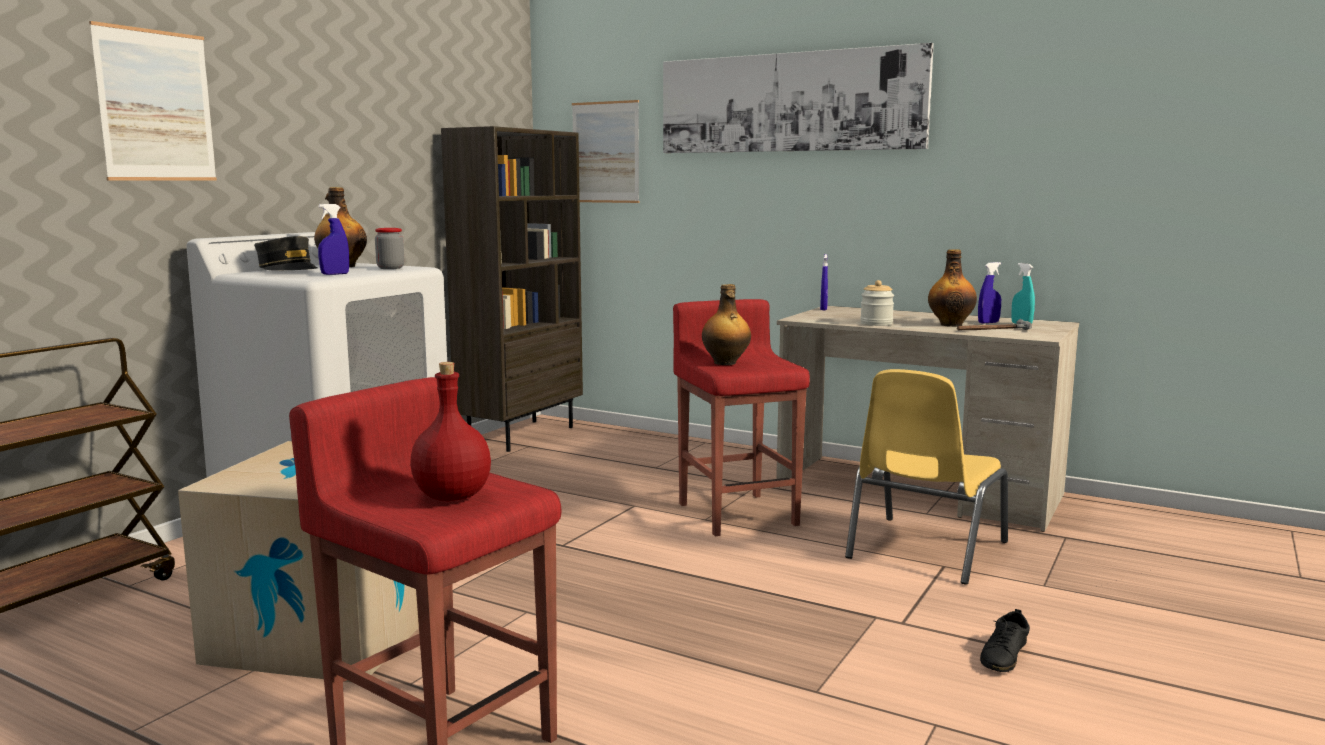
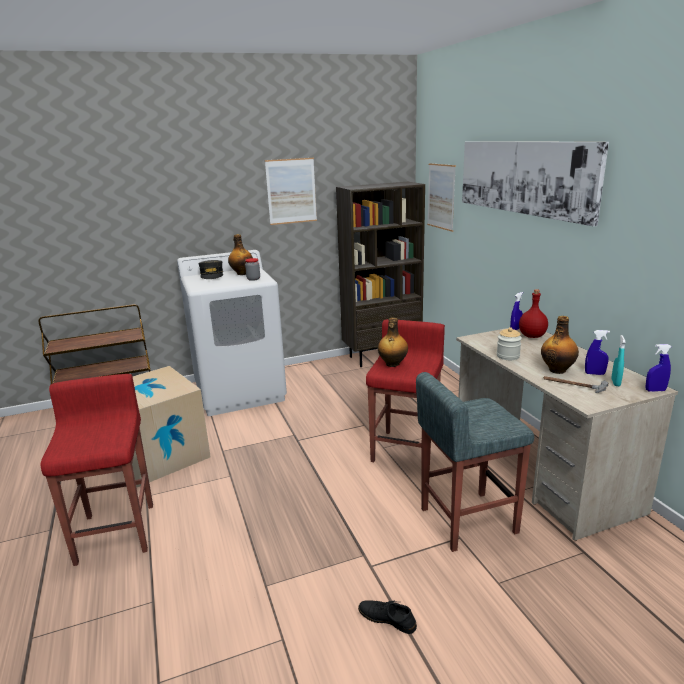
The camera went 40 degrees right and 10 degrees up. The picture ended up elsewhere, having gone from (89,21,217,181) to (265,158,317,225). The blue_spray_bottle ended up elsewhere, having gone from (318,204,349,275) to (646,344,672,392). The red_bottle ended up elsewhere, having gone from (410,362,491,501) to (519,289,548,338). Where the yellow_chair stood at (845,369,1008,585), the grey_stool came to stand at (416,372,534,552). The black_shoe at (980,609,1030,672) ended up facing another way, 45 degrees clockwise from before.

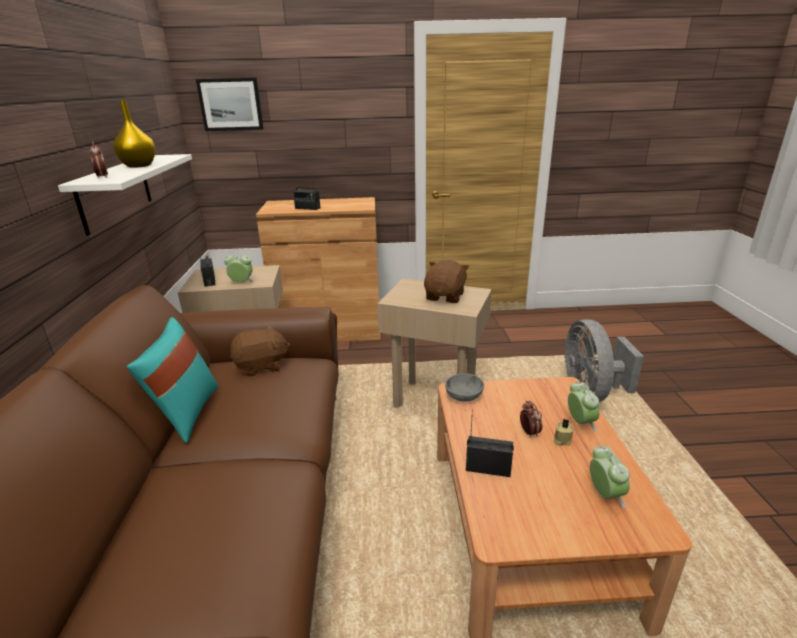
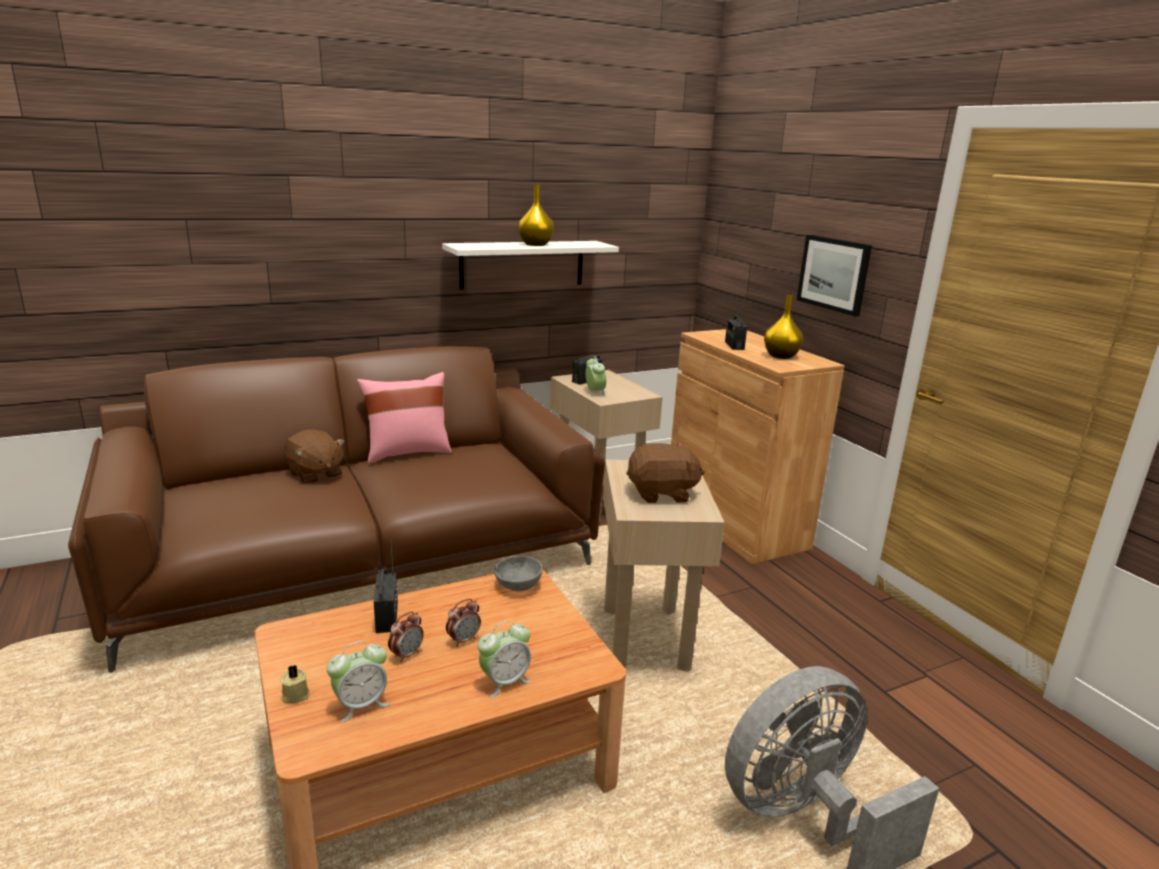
The camera went 65 degrees right and 5 degrees down. The alarm_clock ended up elsewhere, having gone from (89,141,108,178) to (388,611,424,662). What was the turquoise_pillow at (127,317,218,443) turned into the pink_pillow at (357,372,452,464). The picture ended up elsewhere, having gone from (196,78,263,131) to (797,235,872,317). The brown_plush_toy ended up elsewhere, having gone from (230,325,291,377) to (285,429,345,484). The beige_candle ended up elsewhere, having gone from (554,419,574,446) to (280,665,309,704). The second view gained the yellow_vase at (764,295,803,359).

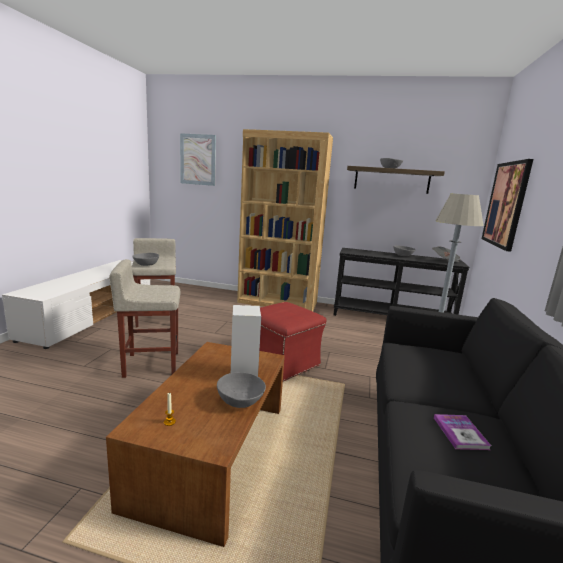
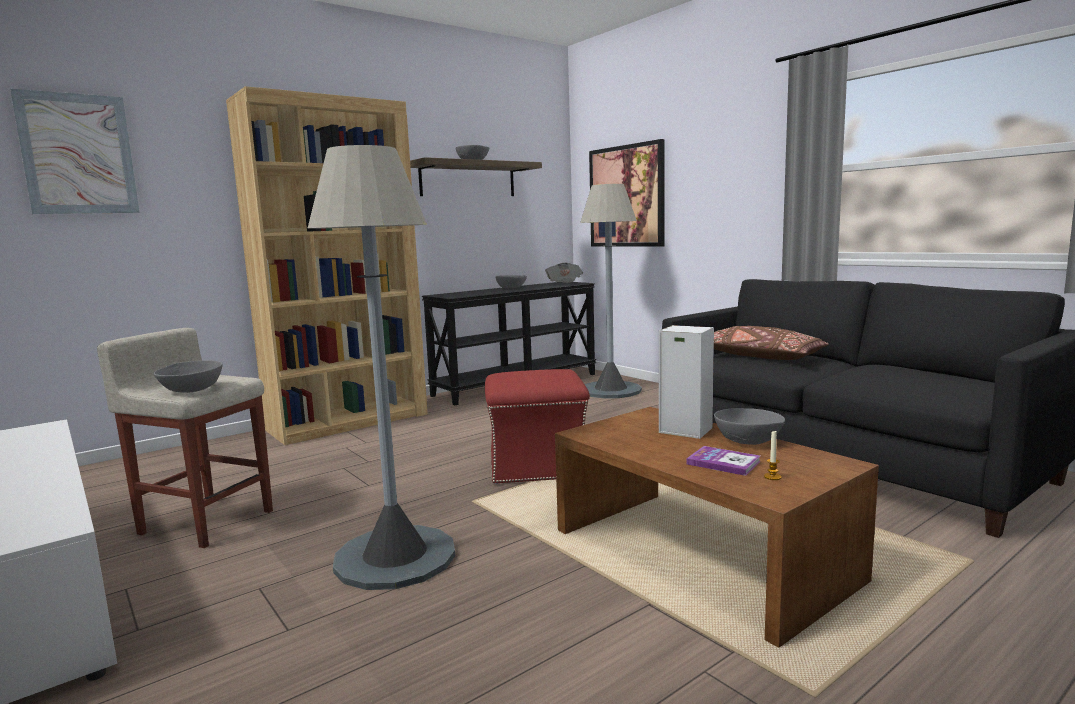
The camera went 50 degrees left and 5 degrees down. Where the beige_stool stood at (109,259,181,378), the grey_floor_lamp came to stand at (308,145,455,590). The book ended up elsewhere, having gone from (434,414,491,450) to (686,446,760,476). The second view gained the brown_pillow at (714,326,829,360).

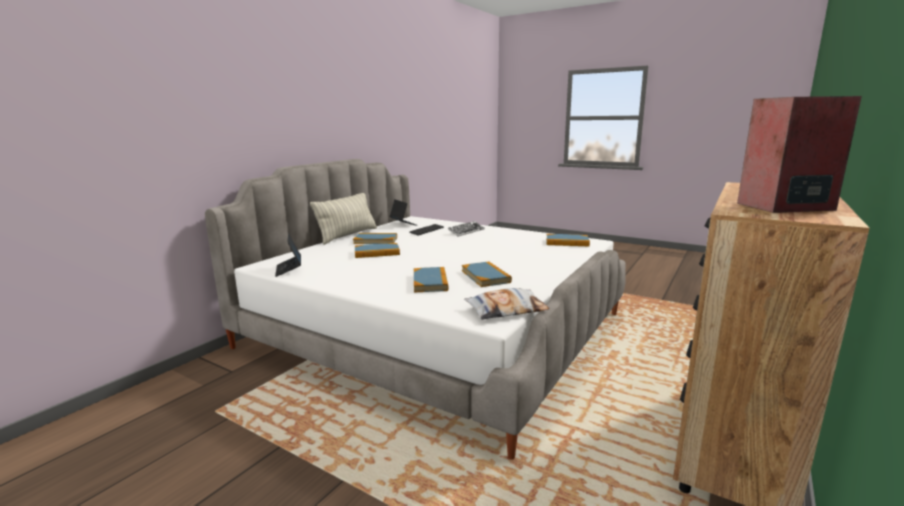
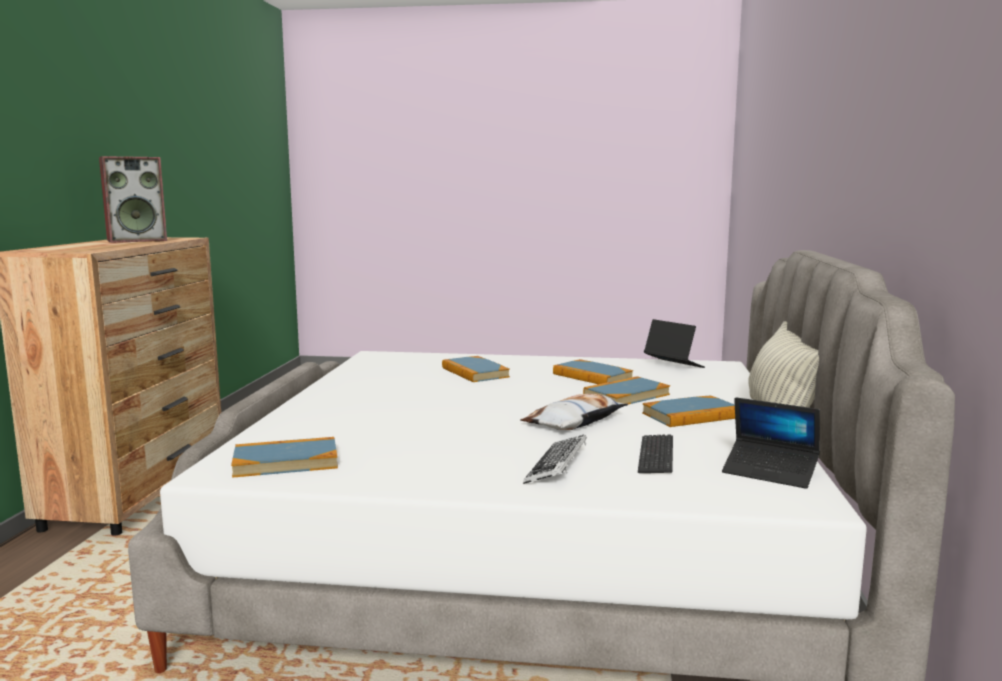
The camera went 155 degrees right and 5 degrees down. The book ended up elsewhere, having gone from (462,261,512,287) to (553,359,633,384). The pillow ended up elsewhere, having gone from (464,288,550,320) to (520,394,628,430).

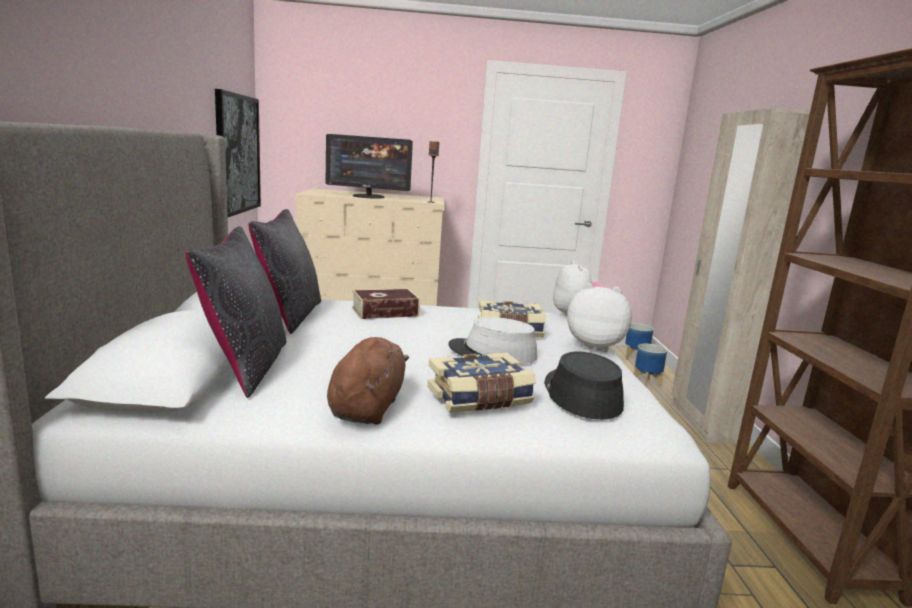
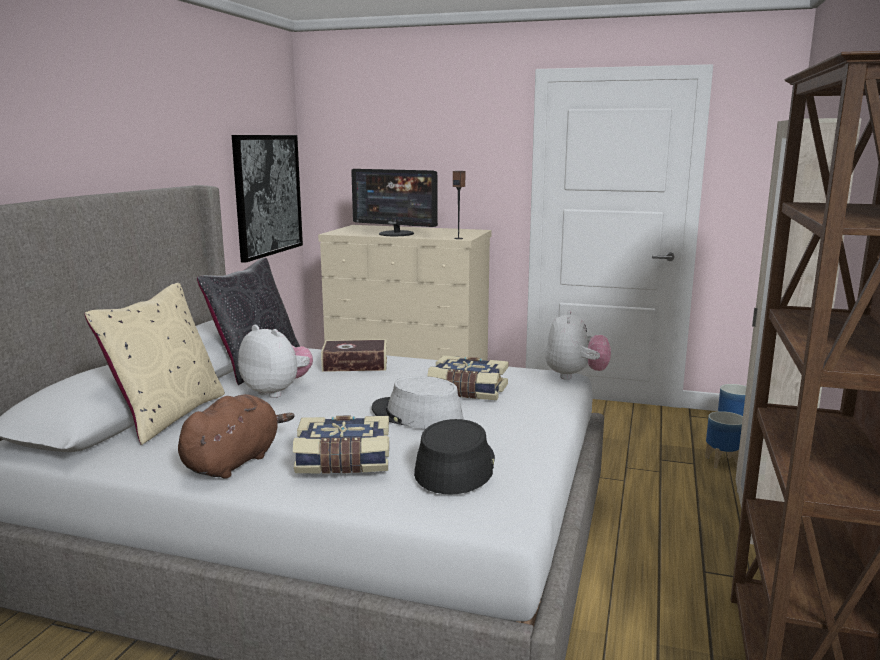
The camera went 20 degrees right and 0 degrees up. What was the black_pillow at (185,227,286,398) turned into the beige_pillow at (84,283,225,445). The plush_toy ended up elsewhere, having gone from (567,283,632,352) to (238,325,313,398).

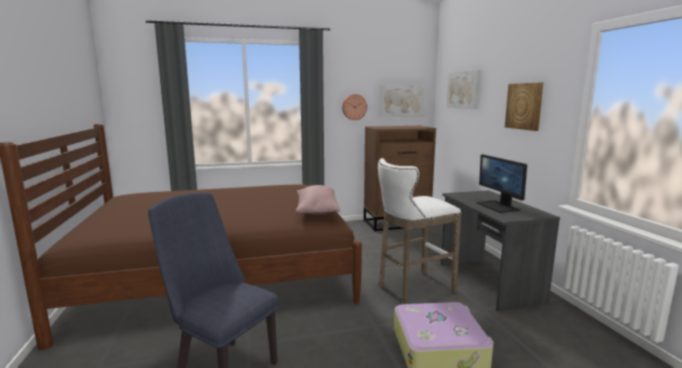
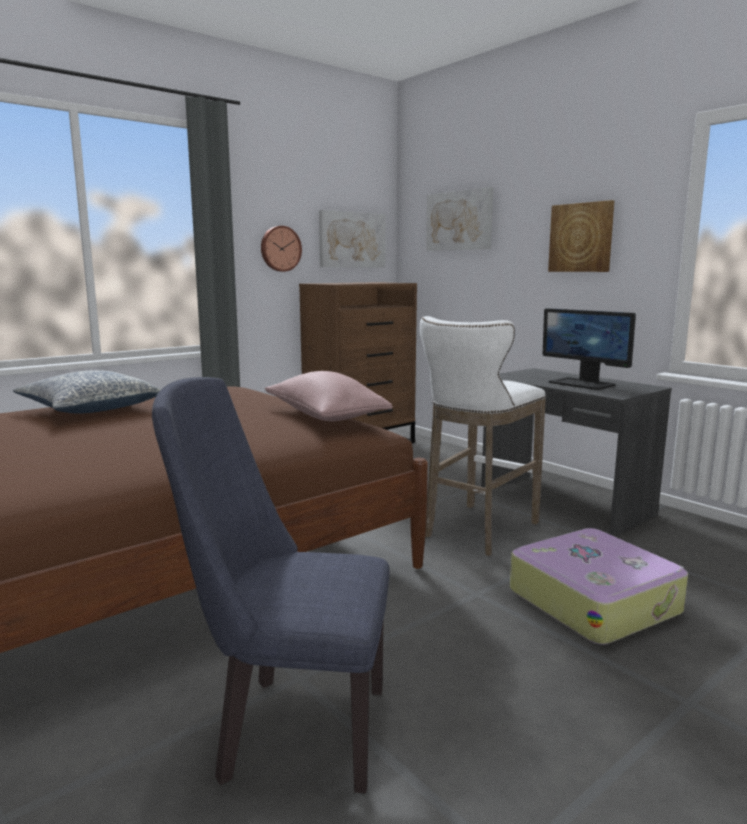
The camera went 25 degrees left and 0 degrees up. The second view gained the pillow at (13,370,160,413).

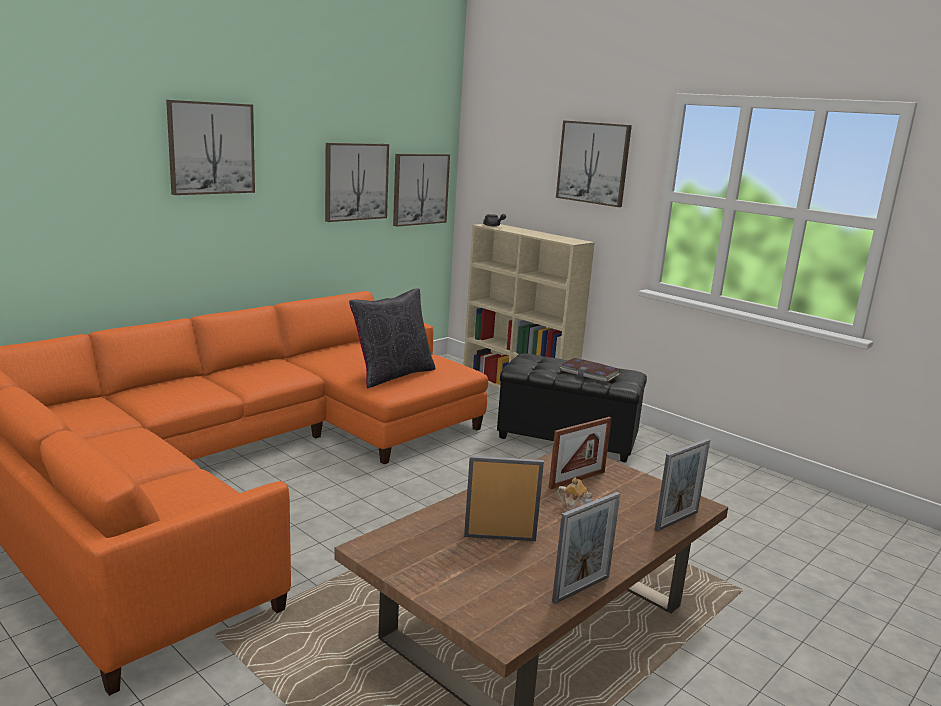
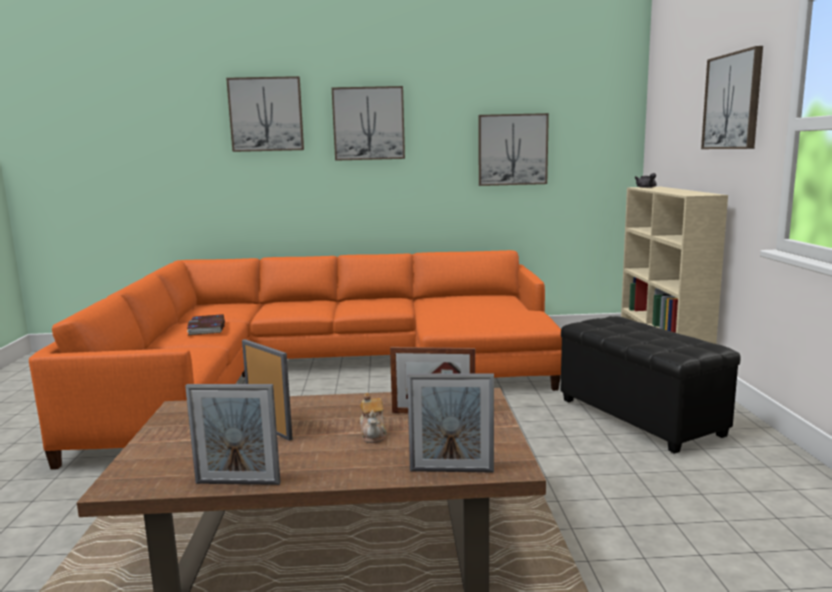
The camera went 45 degrees right and 5 degrees down. The second view lost the black_pillow at (349,288,436,388). The picture ended up elsewhere, having gone from (393,154,450,227) to (226,76,304,152). The book ended up elsewhere, having gone from (560,358,620,383) to (187,314,225,335).

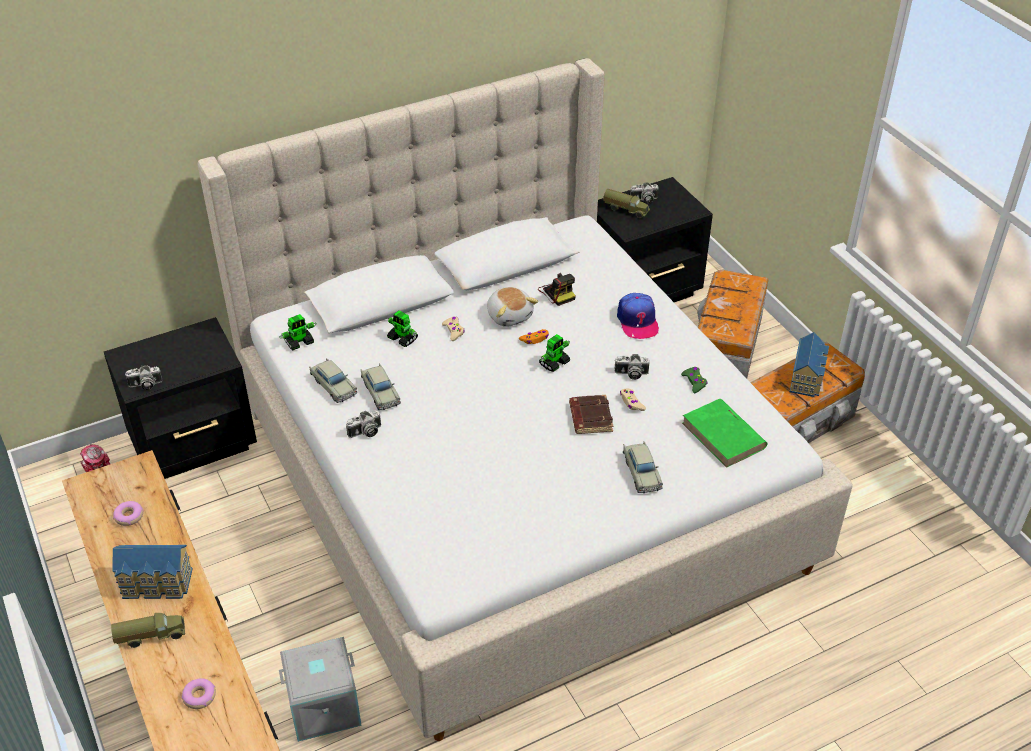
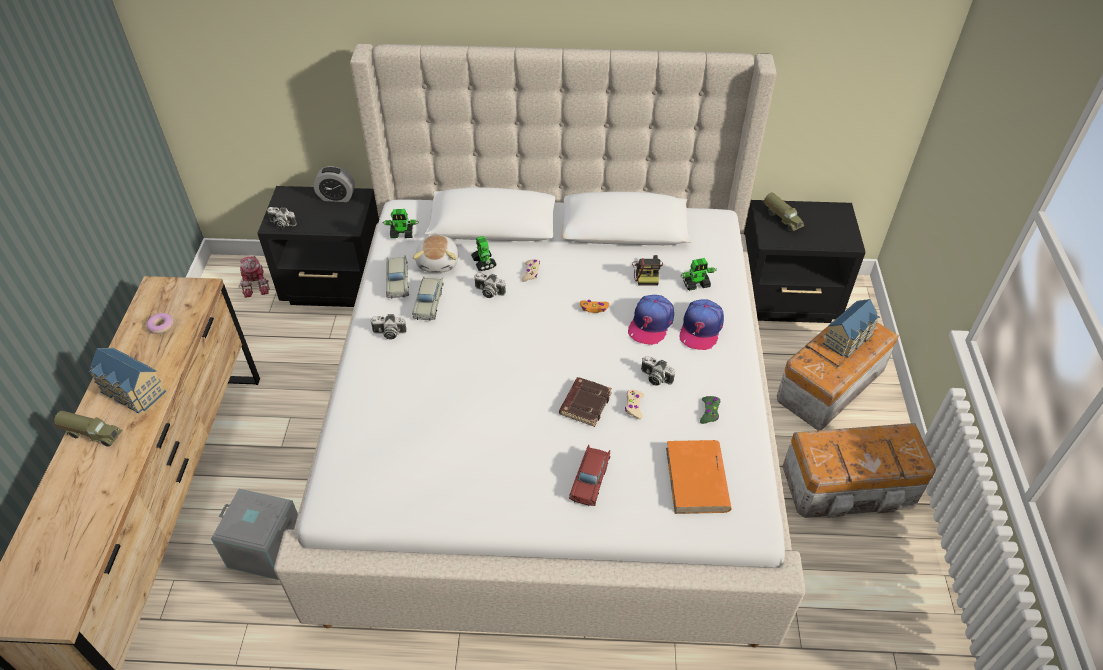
The camera went 30 degrees right and 5 degrees up. The second view lost the donut at (182,678,216,709). The plush_toy ended up elsewhere, having gone from (487,287,538,327) to (413,235,459,273). The toy_robot ended up elsewhere, having gone from (539,334,570,372) to (680,258,717,291). What was the beige_toy_car at (623,441,663,494) turned into the red_toy_car at (569,445,610,506). The photo_camera ended up elsewhere, having gone from (630,182,658,203) to (474,273,506,298). What was the green_book at (682,399,767,468) turned into the orange_book at (666,440,731,514). The toy_house ended up elsewhere, having gone from (790,332,829,397) to (823,299,880,358). The second view gained the alarm_clock at (313,166,355,202). The second view gained the cap at (628,295,674,345).

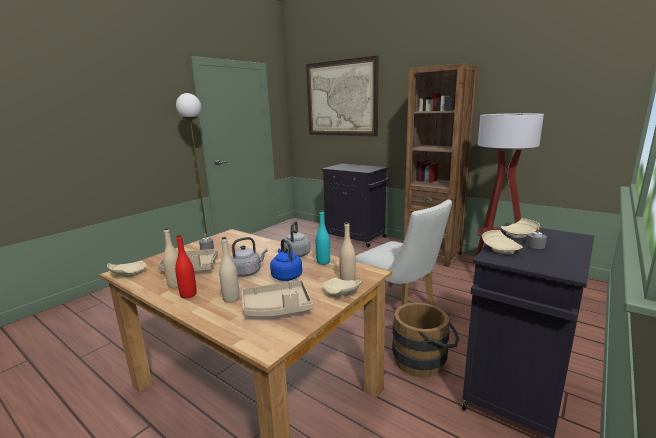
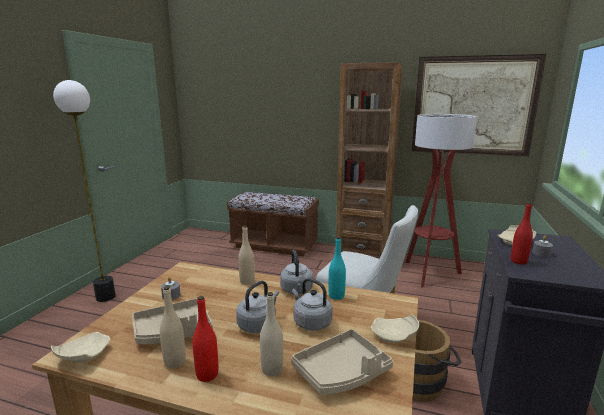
The camera went 20 degrees left and 0 degrees up. What was the blue_kettle at (270,239,302,281) turned into the grey_kettle at (292,278,333,331). The picture ended up elsewhere, having gone from (306,55,378,137) to (411,54,547,157). Where the black_cabinet stood at (321,164,390,247), the brown_bench came to stand at (227,192,319,256). The beige_bottle ended up elsewhere, having gone from (339,222,356,281) to (238,225,255,285). Where the beige_plate stood at (482,230,523,254), the red_bottle came to stand at (511,202,533,264).

